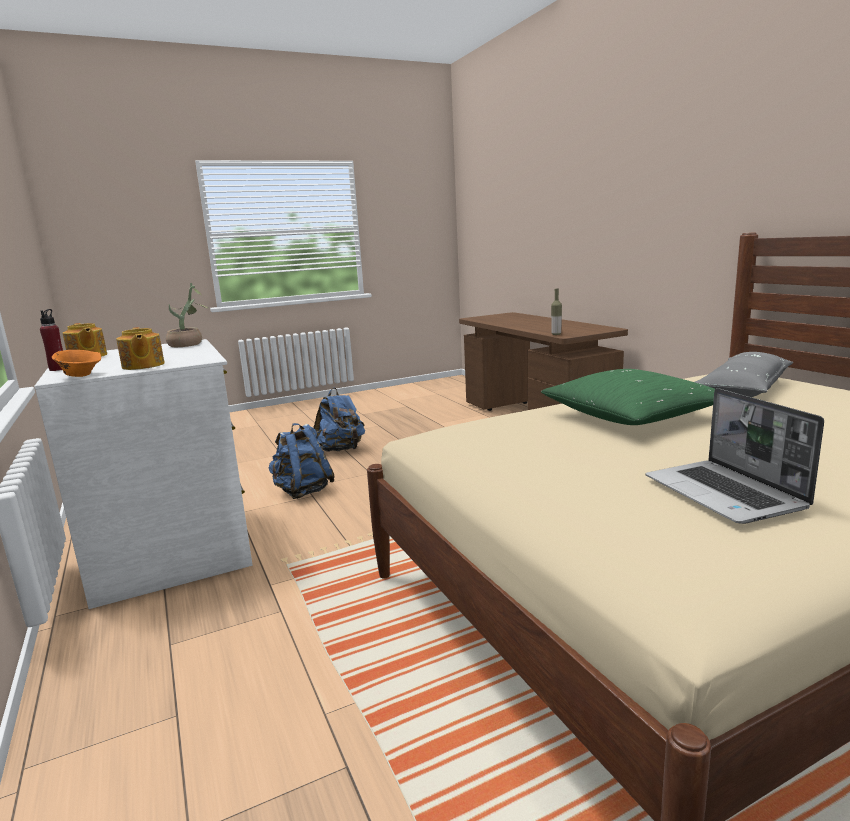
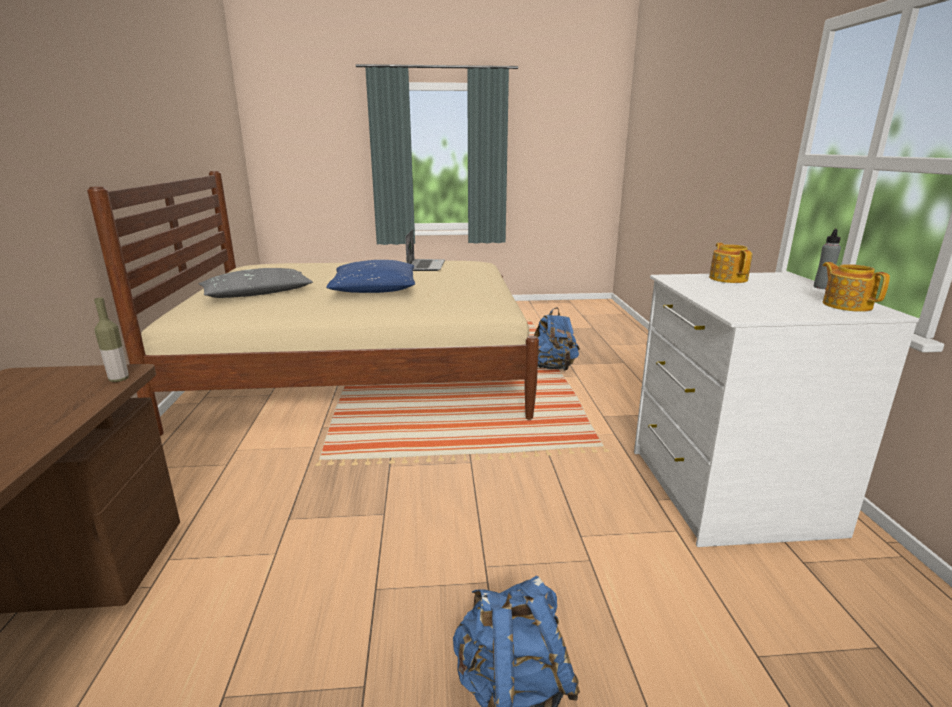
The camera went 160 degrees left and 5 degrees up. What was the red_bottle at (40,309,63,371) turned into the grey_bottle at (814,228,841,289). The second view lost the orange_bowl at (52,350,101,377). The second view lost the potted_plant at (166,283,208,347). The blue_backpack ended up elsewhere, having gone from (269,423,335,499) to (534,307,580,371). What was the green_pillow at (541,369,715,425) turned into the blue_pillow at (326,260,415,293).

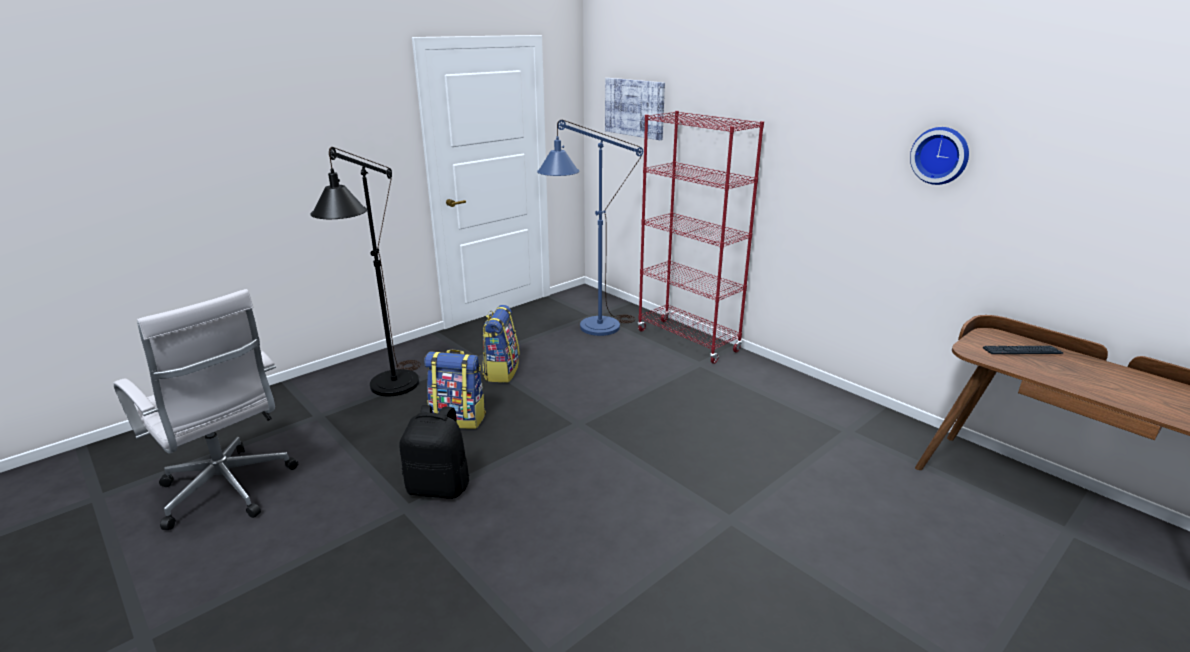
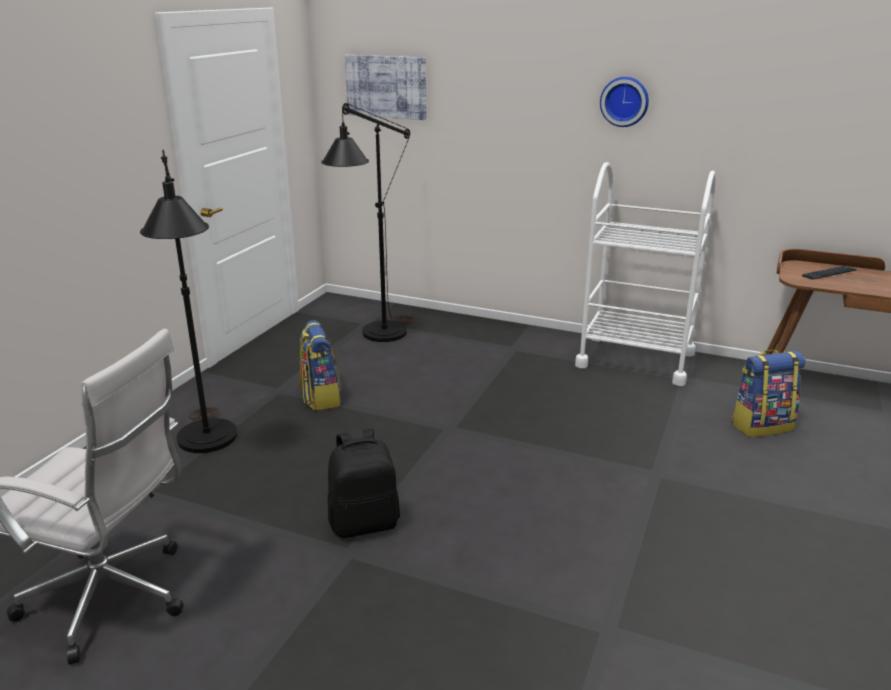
The camera went 25 degrees left and 0 degrees up. The backpack ended up elsewhere, having gone from (424,350,486,429) to (731,350,805,437). What was the blue_floor_lamp at (537,120,643,336) turned into the black_floor_lamp at (321,103,415,342). The second view lost the red_bookcase at (638,111,764,364). The wall_clock ended up elsewhere, having gone from (910,127,969,185) to (600,77,649,127). The second view gained the white_cart at (575,162,716,386).

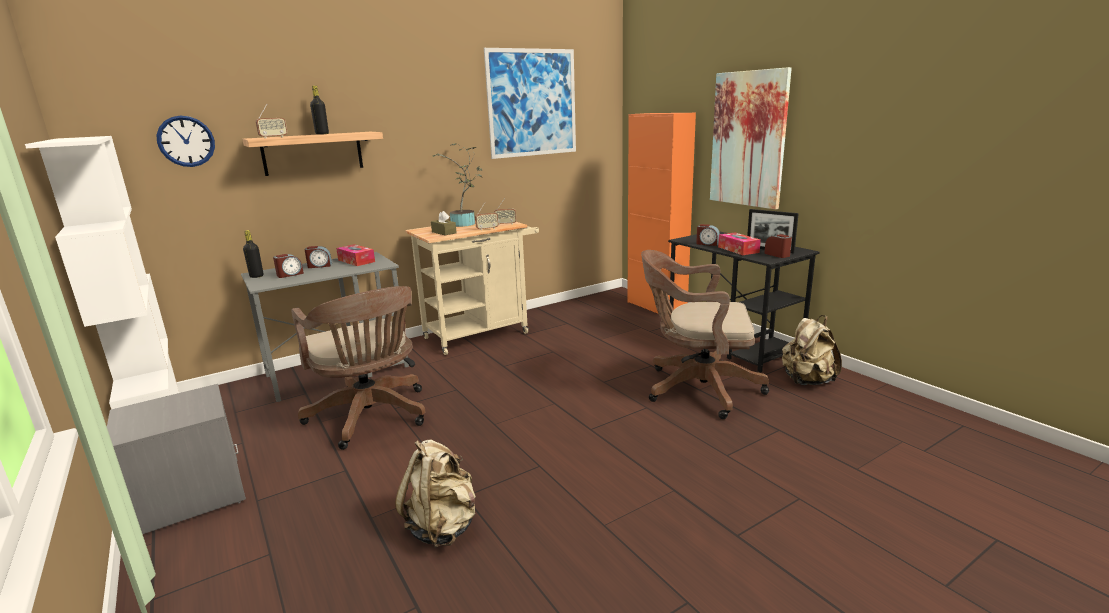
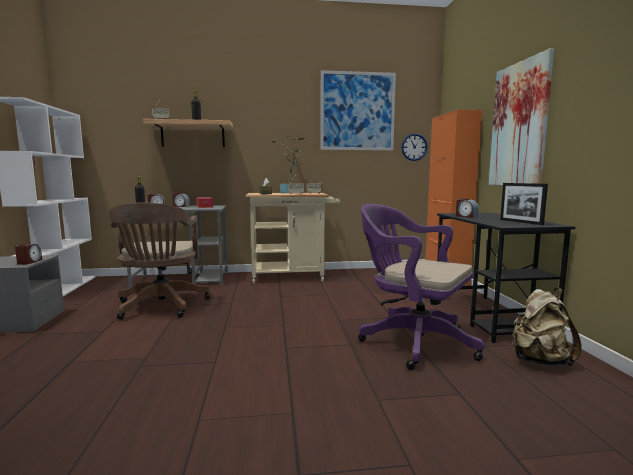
The camera went 25 degrees right and 10 degrees down. The wall_clock ended up elsewhere, having gone from (156,116,215,167) to (401,133,428,161). The second view lost the beige_backpack at (395,440,476,548). What was the brown_office_chair at (641,250,769,419) turned into the purple_office_chair at (358,204,484,370). The second view lost the tissue_box at (718,233,761,255). The alarm_clock ended up elsewhere, having gone from (764,234,792,258) to (15,243,42,264).

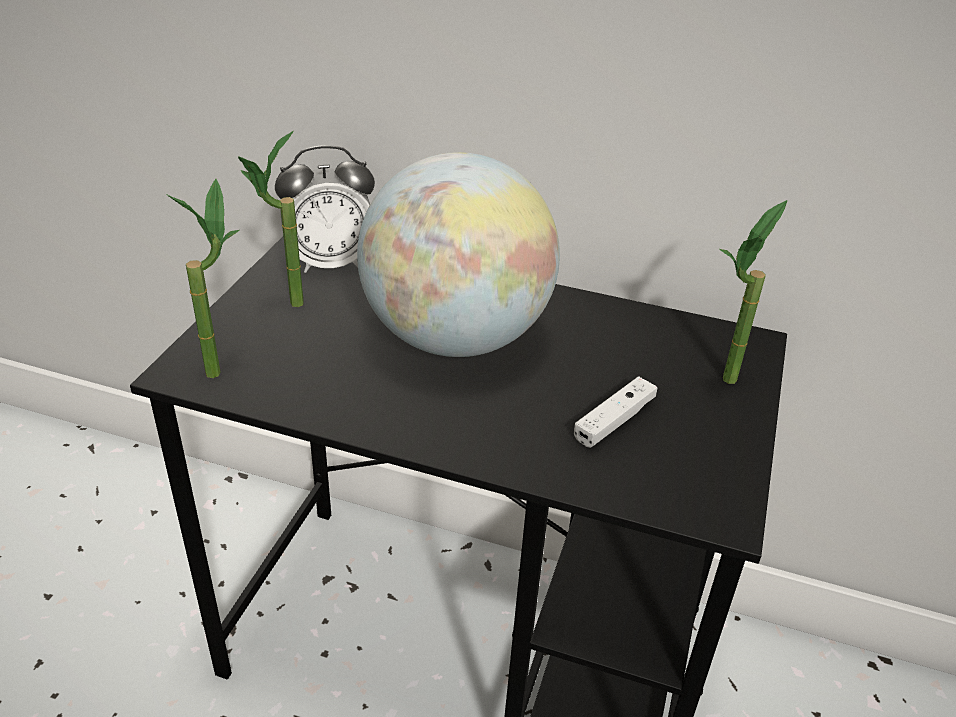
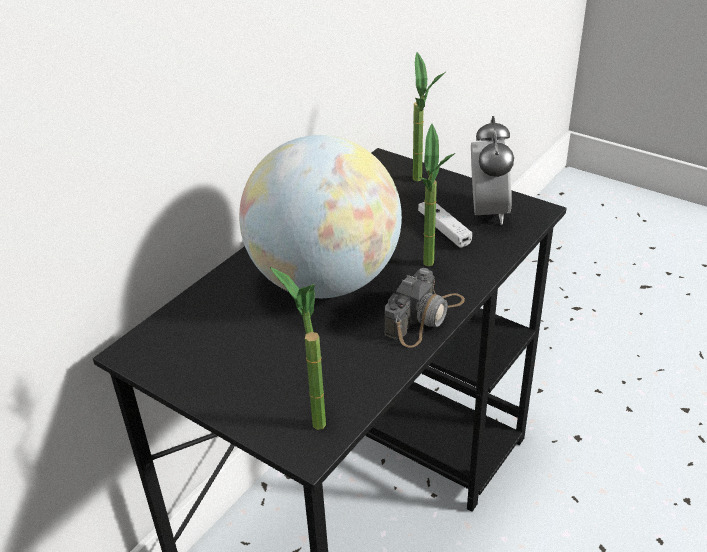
The camera went 70 degrees left and 0 degrees up. The potted_plant ended up elsewhere, having gone from (238,131,304,307) to (420,124,455,266). The alarm_clock ended up elsewhere, having gone from (275,145,375,273) to (471,116,514,225). The second view gained the photo_camera at (384,268,465,348).

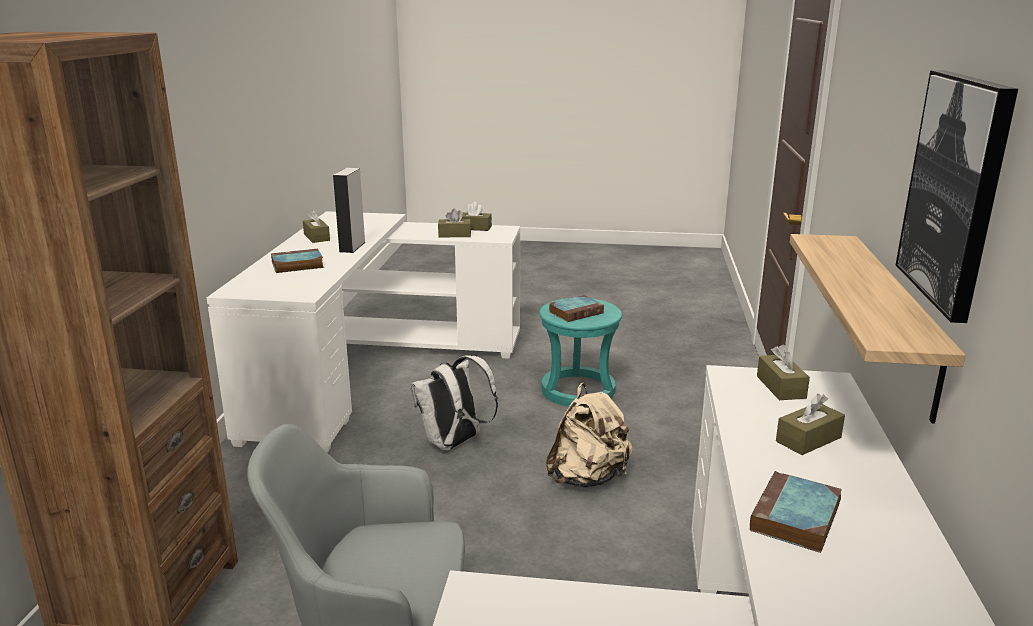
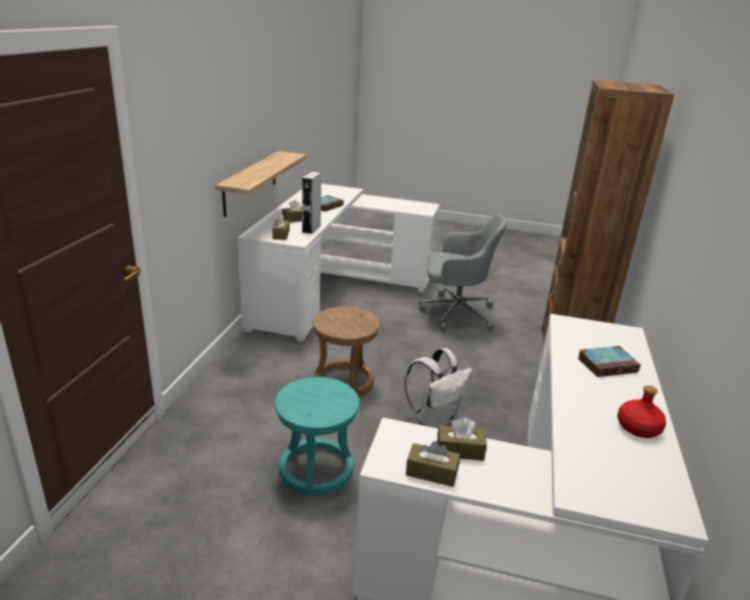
The camera went 175 degrees left and 5 degrees up. Where the brown_tissue_box stood at (303,210,330,243), the red_bottle came to stand at (617,385,666,438). The grey_speaker ended up elsewhere, having gone from (333,168,366,253) to (302,172,322,234). Where the beige_backpack stood at (546,383,633,488), the brown_stool came to stand at (312,306,381,397). The second view lost the book at (549,295,604,322). The second view lost the picture at (896,70,1018,323).

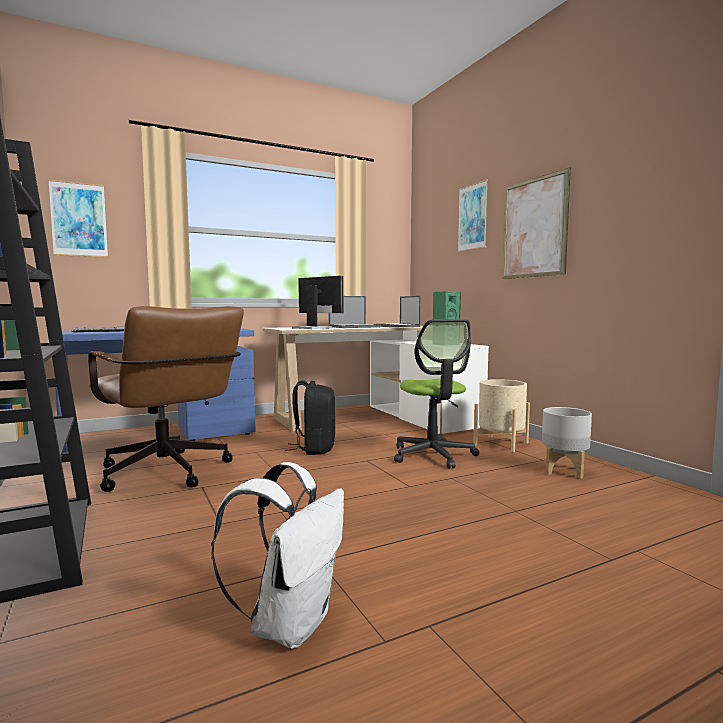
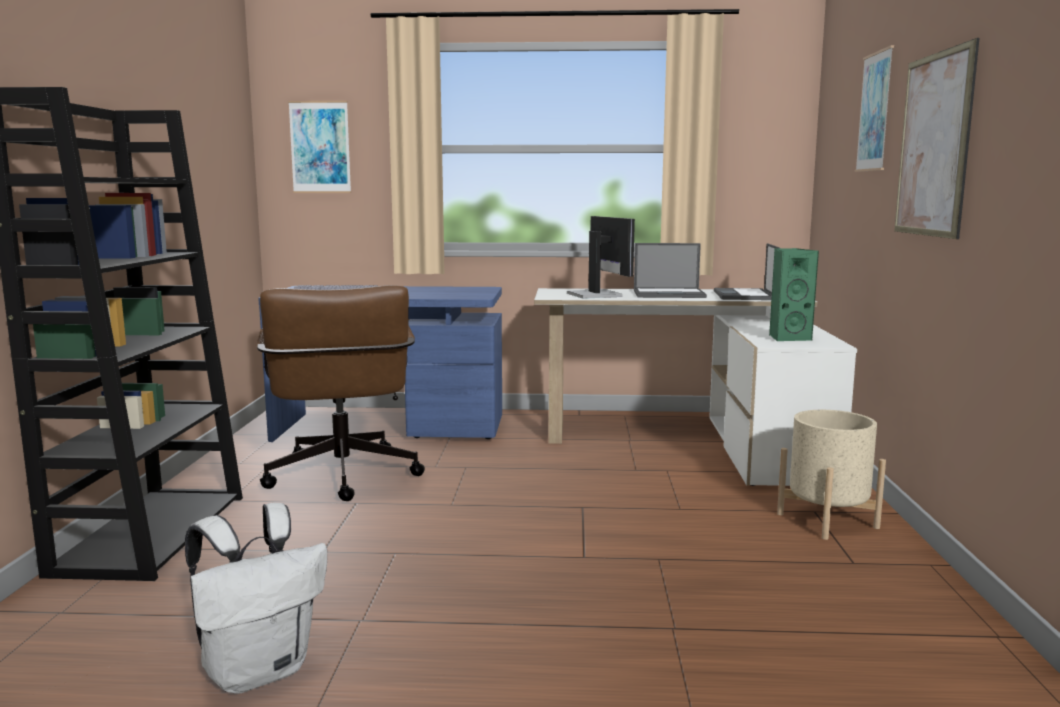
The camera went 30 degrees right and 5 degrees up. The second view lost the black_backpack at (285,380,335,455). The second view lost the office_chair at (394,319,479,469). The second view lost the grey_planter at (542,407,592,479).

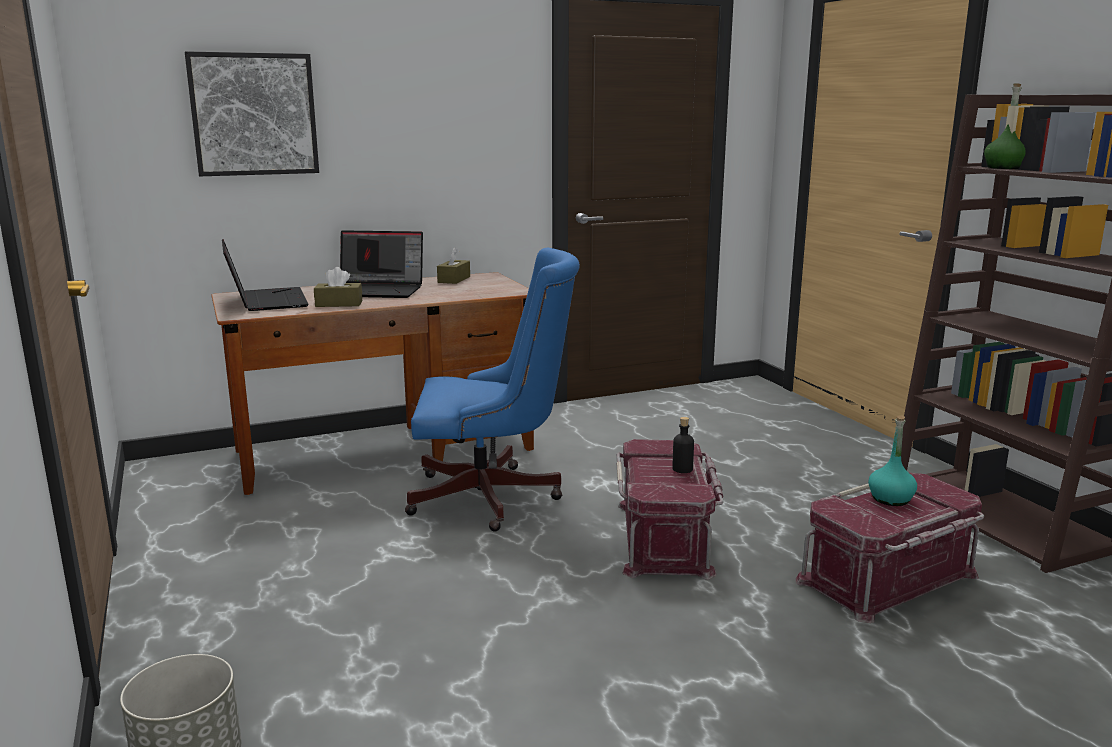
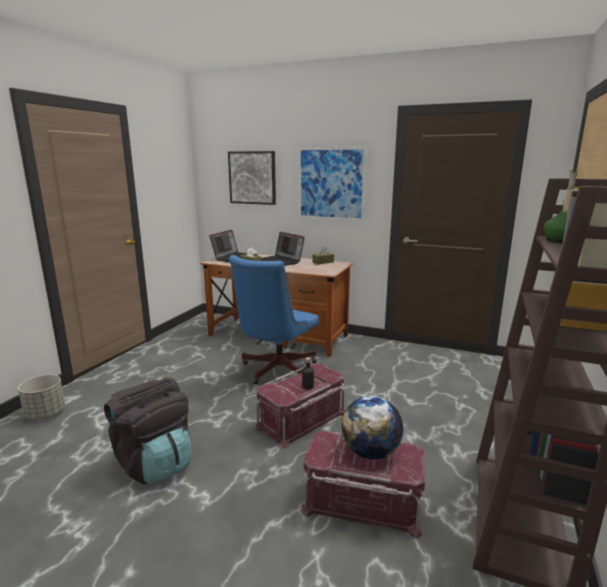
The camera went 45 degrees right and 0 degrees up. The blue_office_chair at (405,248,580,532) ended up facing another way, 75 degrees clockwise from before. Where the turquoise_bottle stood at (868,415,917,506), the globe came to stand at (342,396,404,460). The second view gained the black_backpack at (104,378,192,484). The second view gained the picture at (298,146,367,221).

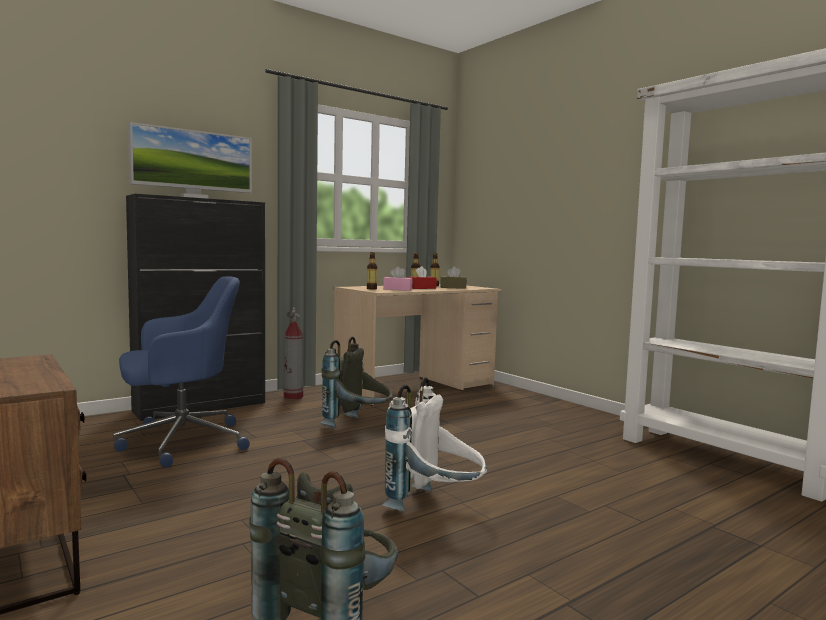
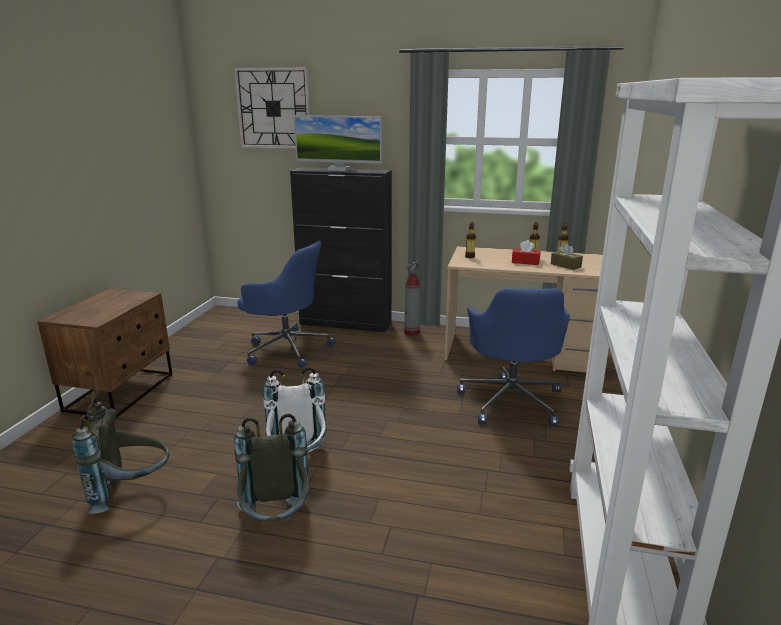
The camera went 50 degrees right and 15 degrees up. The grey_backpack ended up elsewhere, having gone from (320,336,393,428) to (234,414,309,522). The second view lost the pink_tissue_box at (383,266,412,291). The second view gained the wall_clock at (234,67,310,149). The second view gained the blue_office_chair at (457,288,570,426).

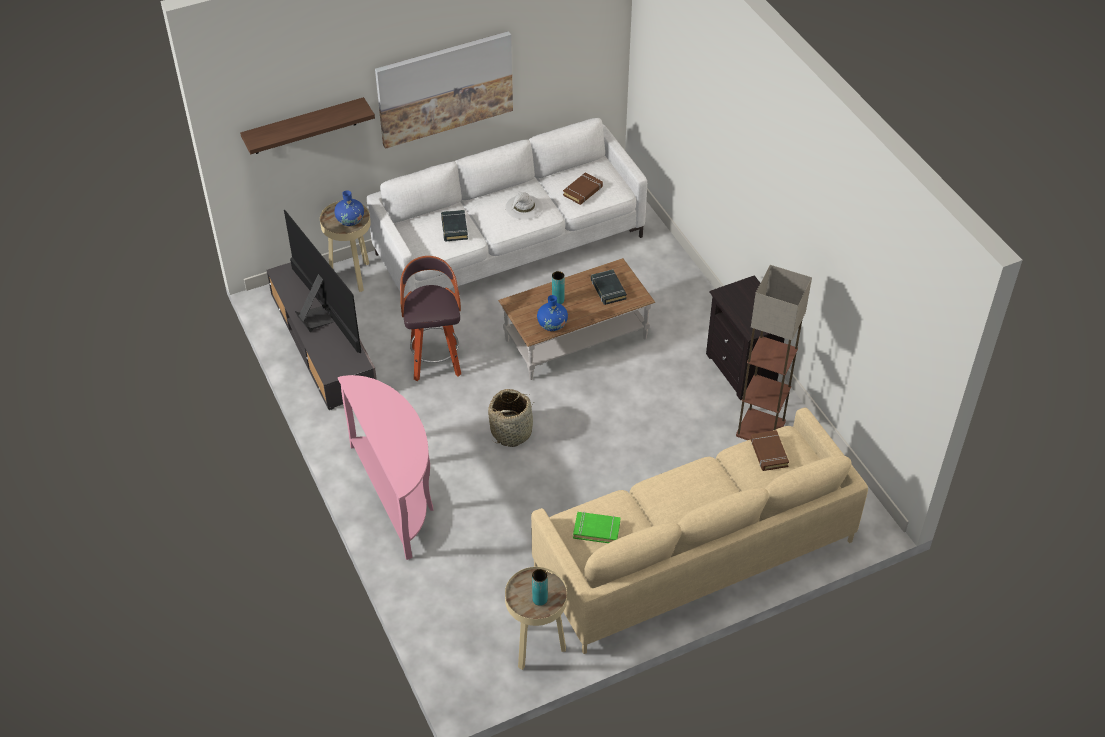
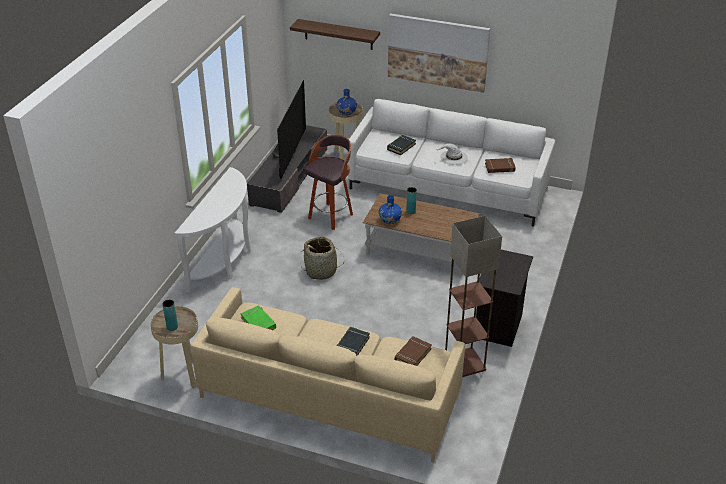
The camera went 45 degrees right and 10 degrees down. What was the pink_console_table at (338,375,434,560) turned into the white_console_table at (175,167,251,293). The black_book ended up elsewhere, having gone from (591,269,627,305) to (336,327,370,356).

